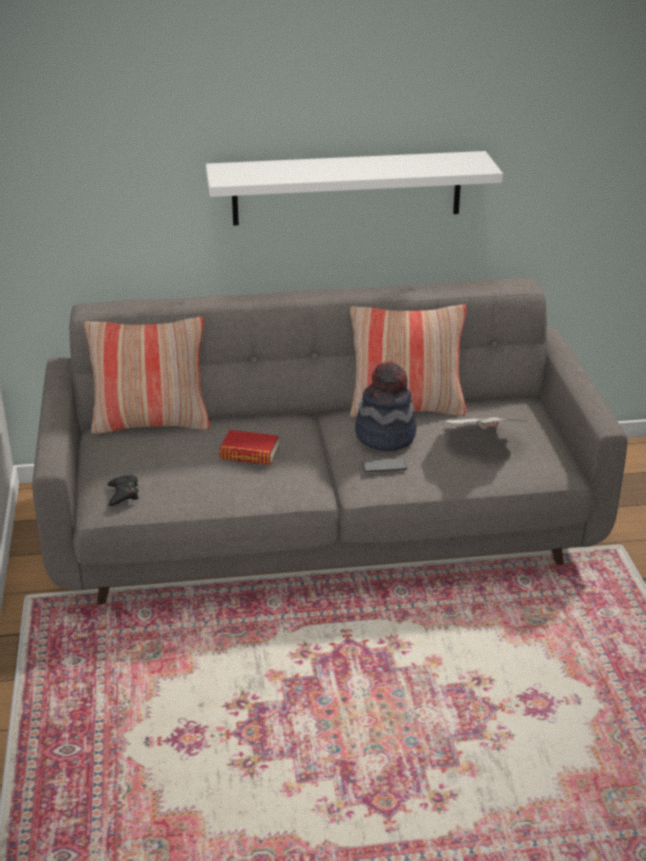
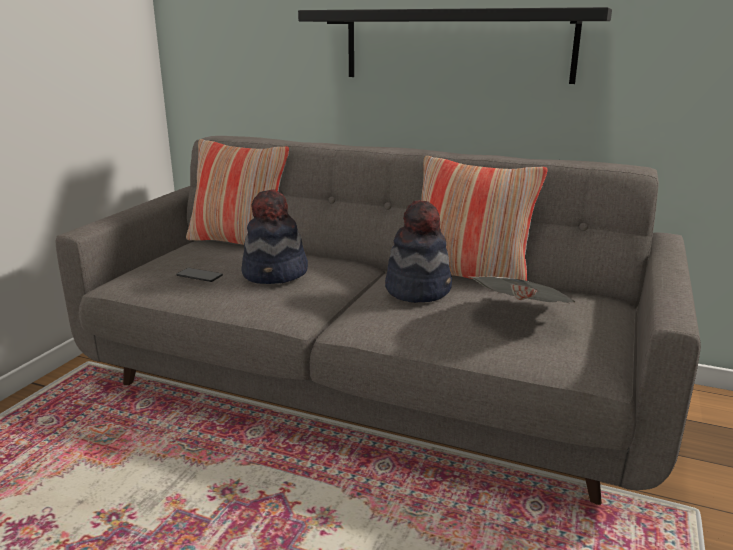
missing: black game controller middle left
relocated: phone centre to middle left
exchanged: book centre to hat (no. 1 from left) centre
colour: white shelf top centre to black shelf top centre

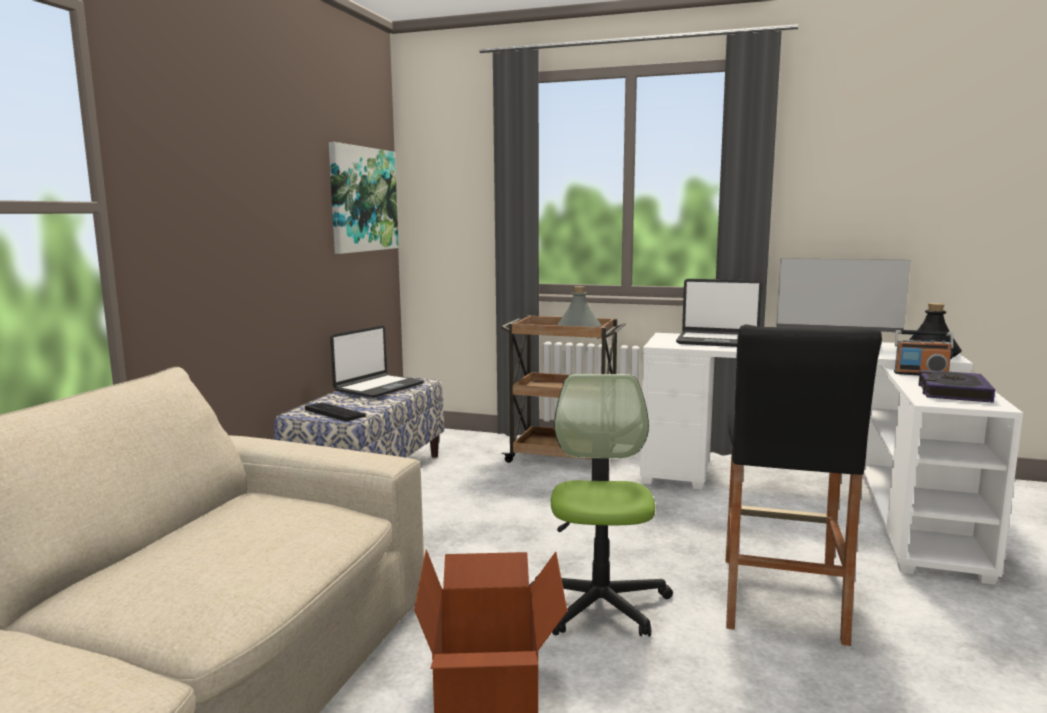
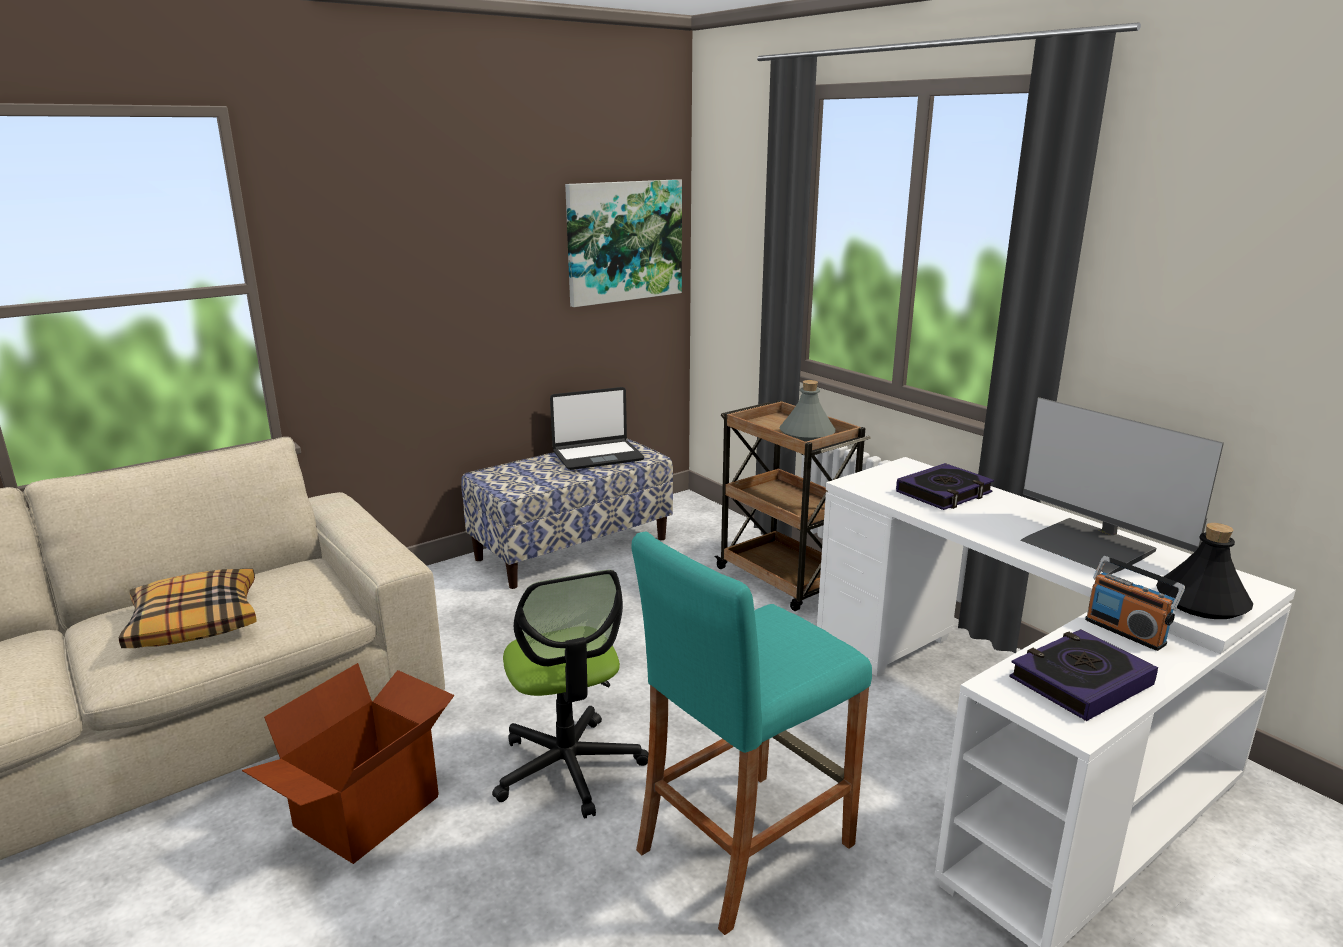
missing: keyboard middle left
appeared: pillow middle left
exchanged: laptop (no. 2 from left) middle right to book (no. 1 from left) middle right
colour: black stool bottom right to turquoise stool bottom centre
spun: office chair bottom centre = bottom centre 120 degrees clockwise

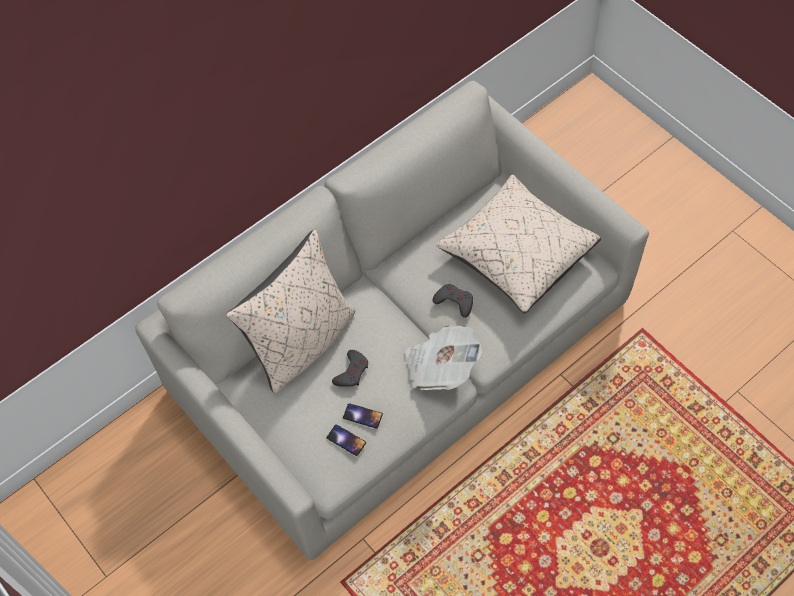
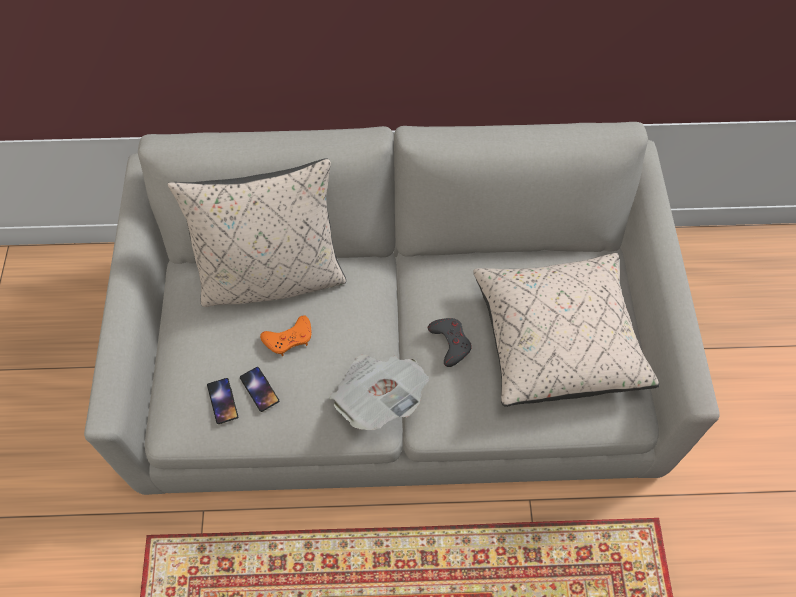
colour: grey game controller (no. 1 from left) centre to orange game controller centre

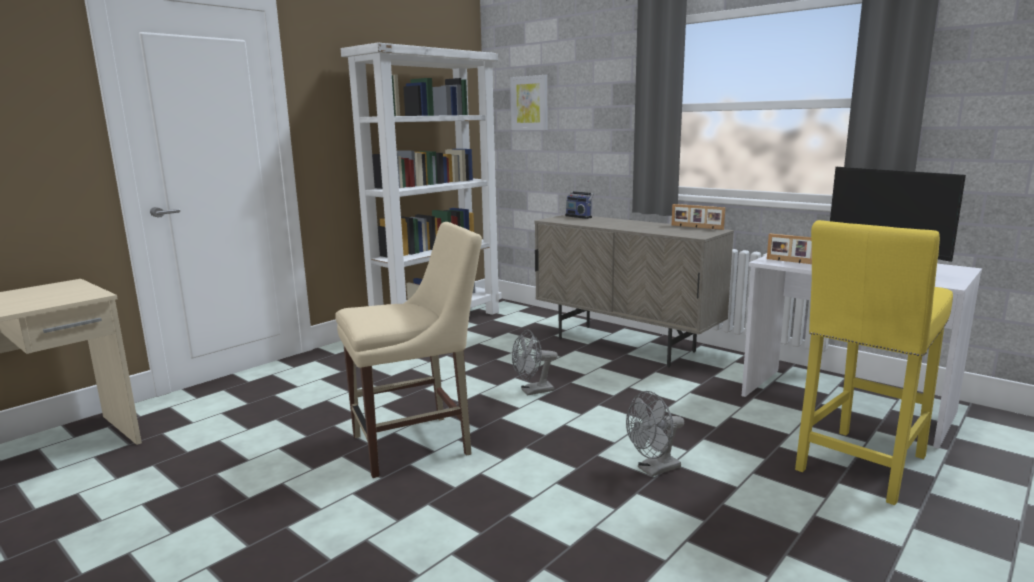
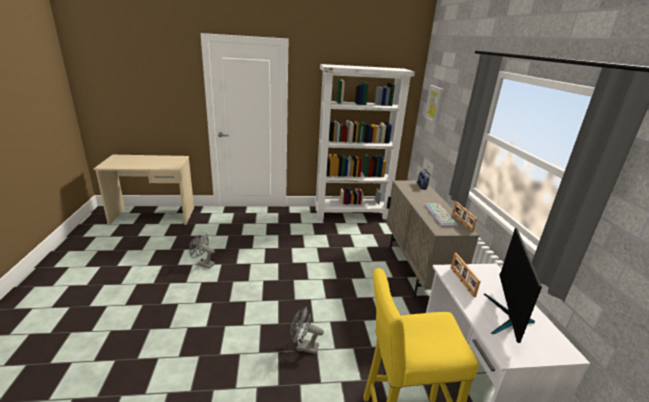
missing: beige chair centre
appeared: keyboard middle right
relocated: grey fan (no. 1 from left) centre to middle left

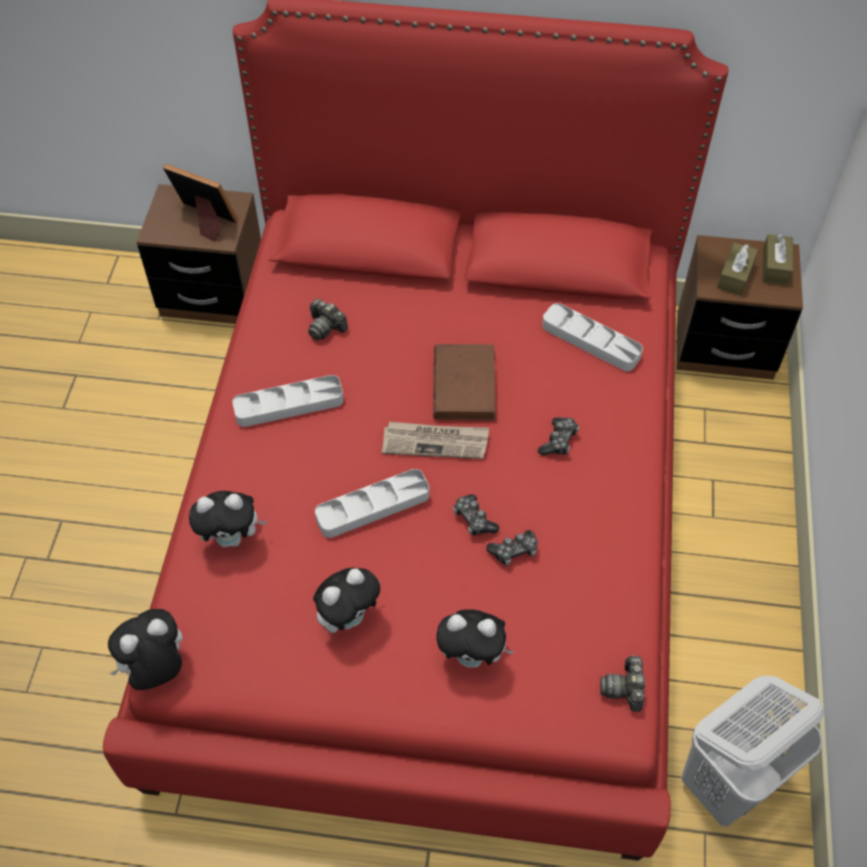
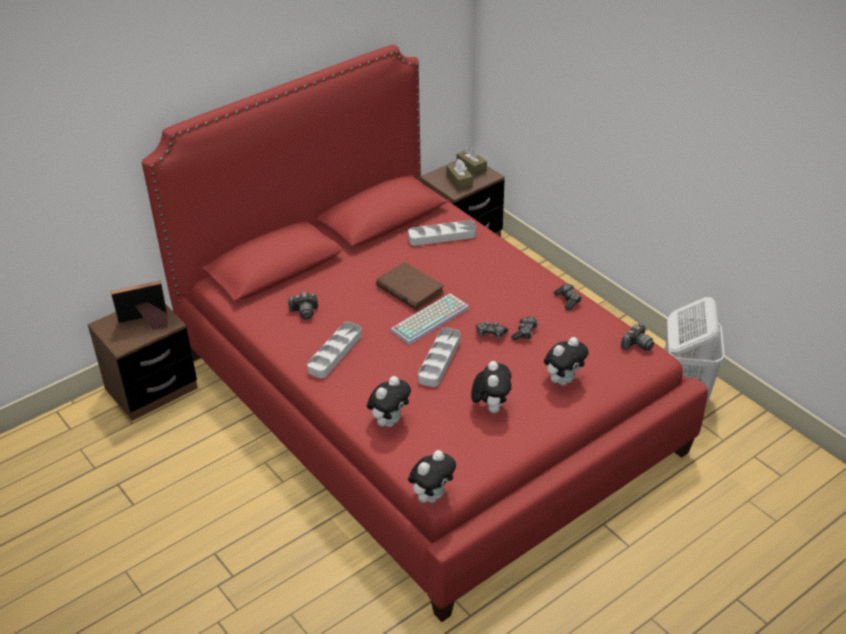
relocated: game controller (no. 3 from left) centre to middle right
exchanged: newspaper centre to keyboard centre
spun: plush toy (no. 1 from left in the first image) bottom left = bottom centre 150 degrees counterclockwise; photo camera (no. 2 from left) bottom right = middle right 90 degrees counterclockwise

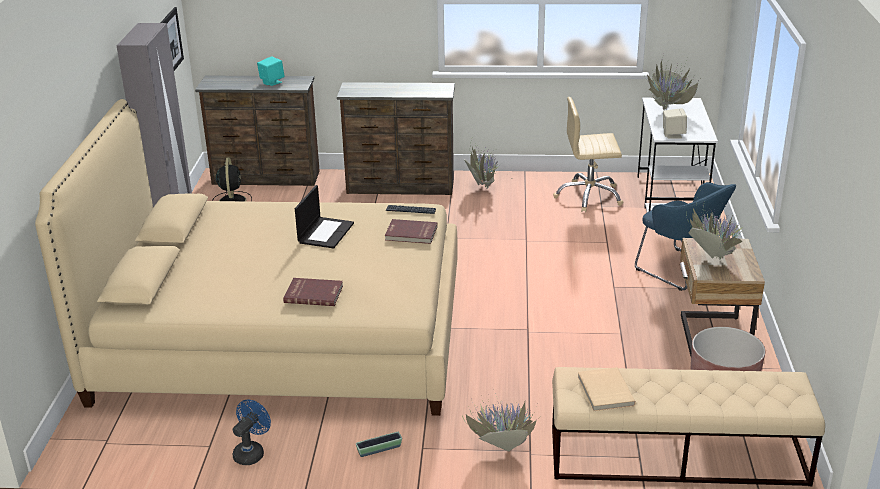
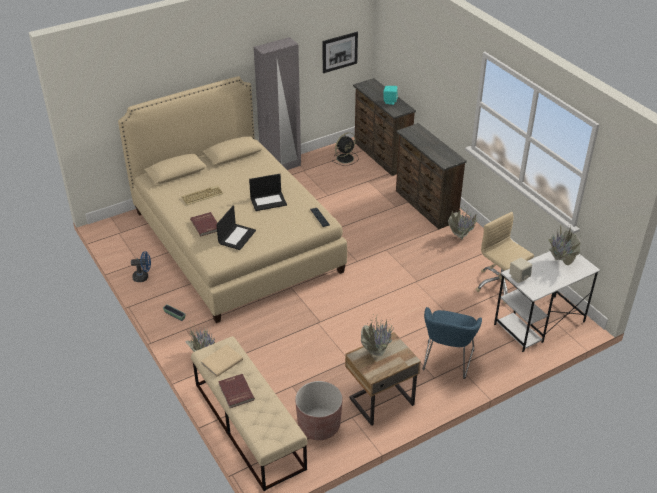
appeared: keyboard (no. 1 from left) middle left; laptop (no. 1 from left) centre
relocated: red book (no. 2 from left) centre to bottom centre

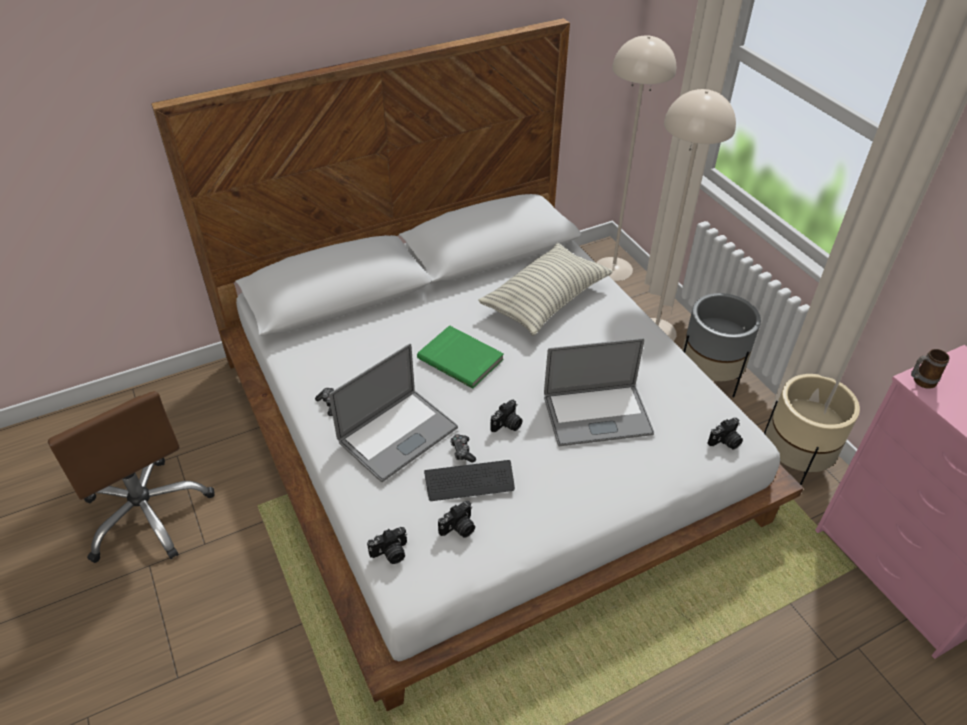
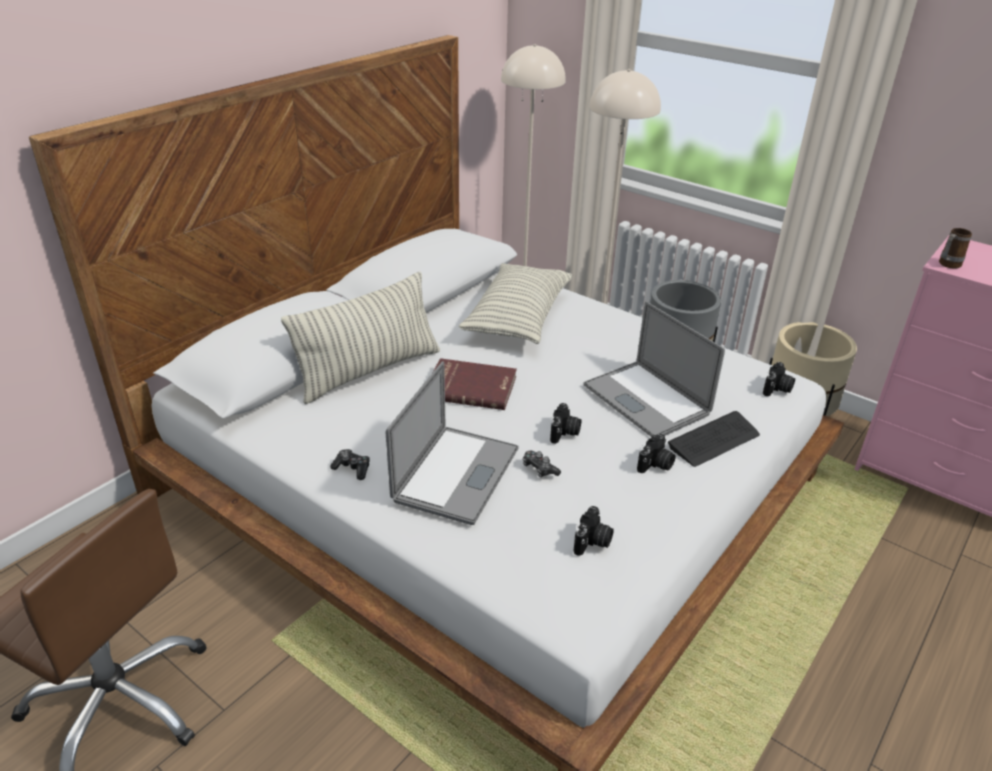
appeared: pillow (no. 1 from left) centre
relocated: photo camera (no. 1 from left in the first image) bottom centre to photo camera (no. 3 from left) centre; keyboard centre to middle right
colour: green book centre to red book centre
spun: laptop (no. 2 from left) centre = centre 90 degrees clockwise

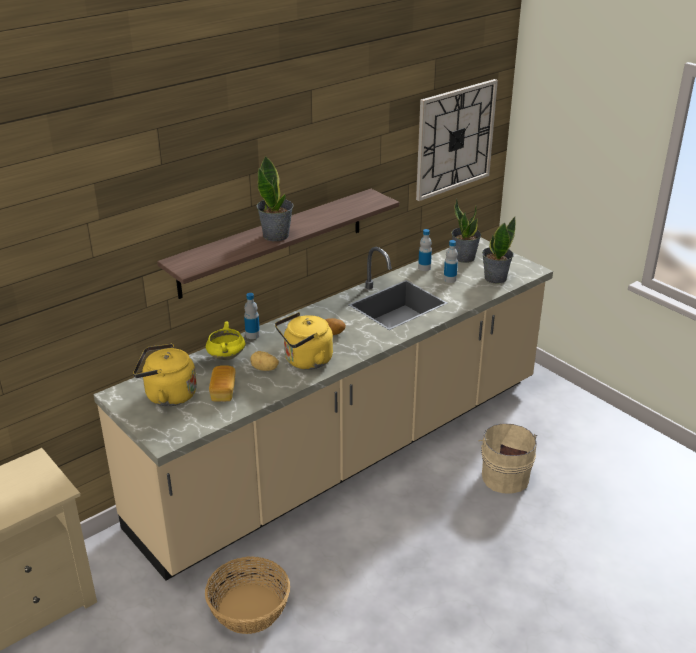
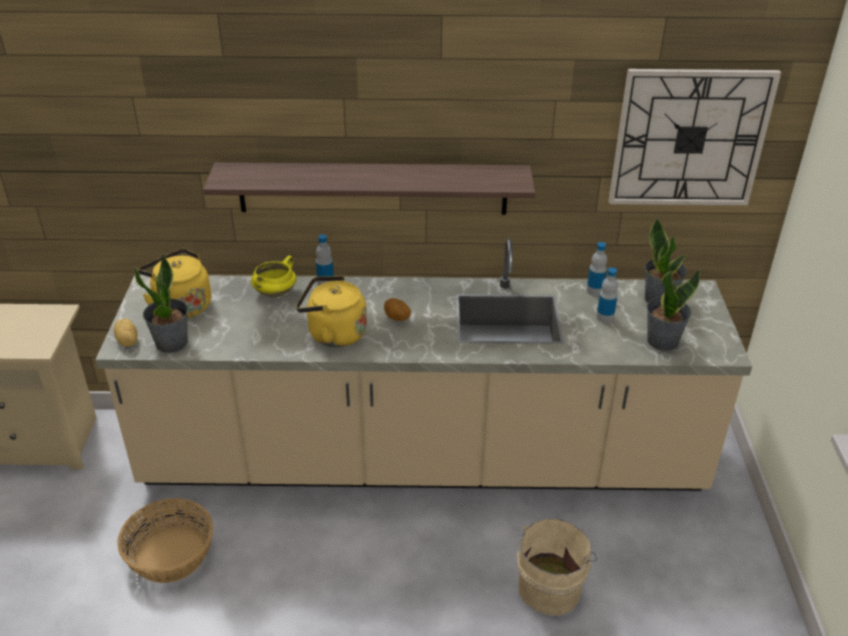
missing: bread middle left
relocated: potato (no. 1 from left) centre to middle left; potted plant (no. 1 from left) top centre to middle left

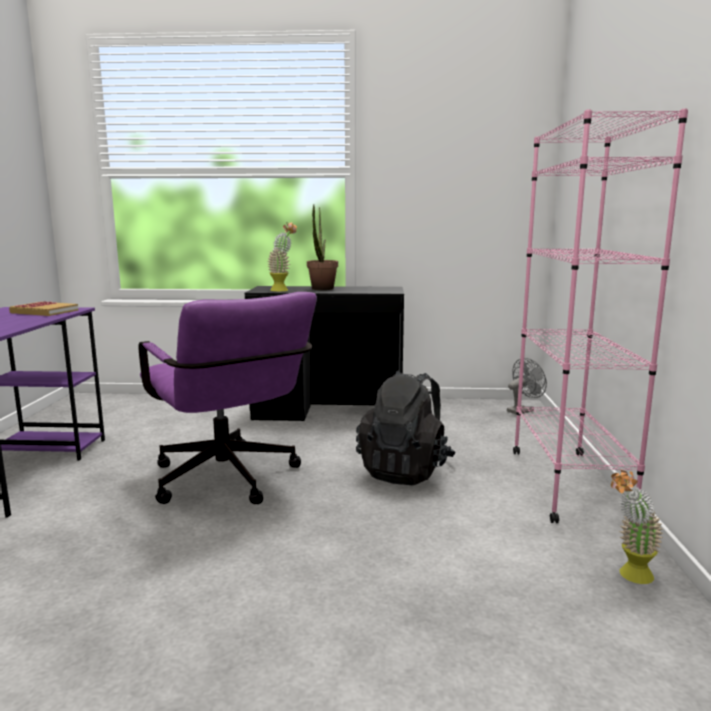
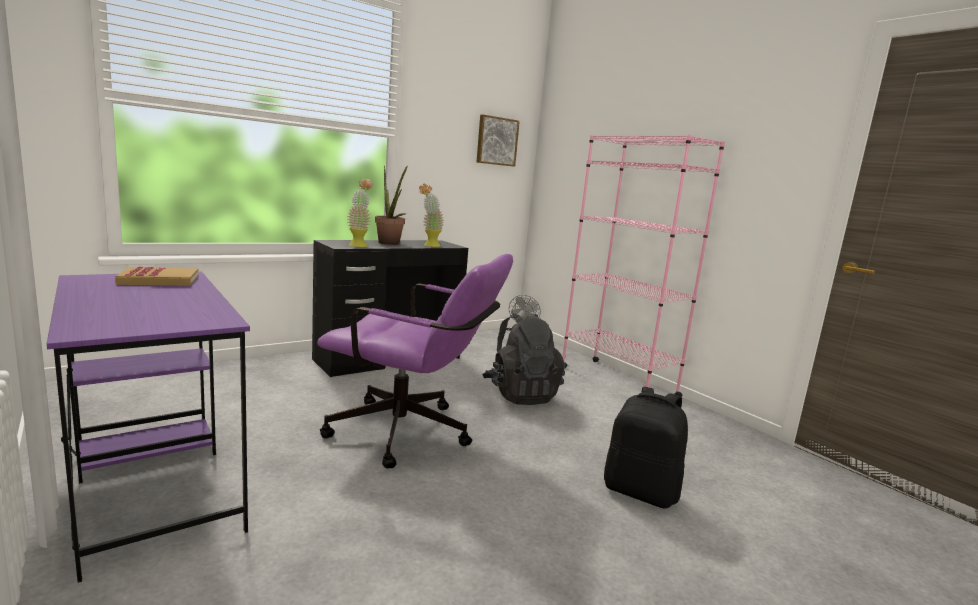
appeared: picture top centre; black backpack (no. 2 from left) bottom centre
relocated: potted plant (no. 3 from left) bottom right to centre

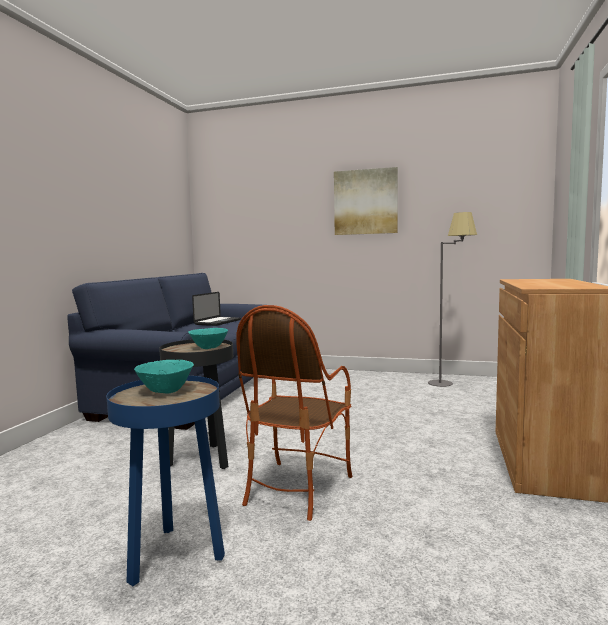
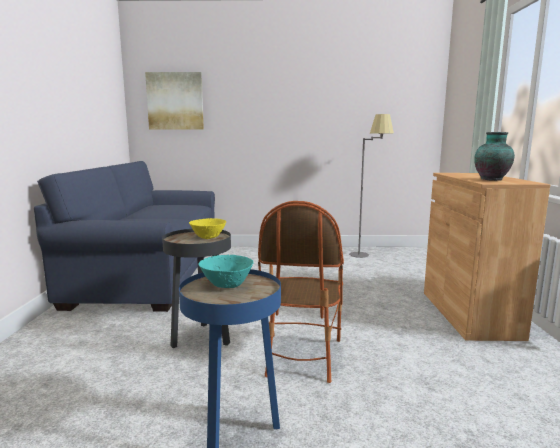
missing: laptop centre
appeared: vase middle right
relocated: picture top centre to top left
colour: turquoise bowl (no. 2 from left) centre to yellow bowl centre

